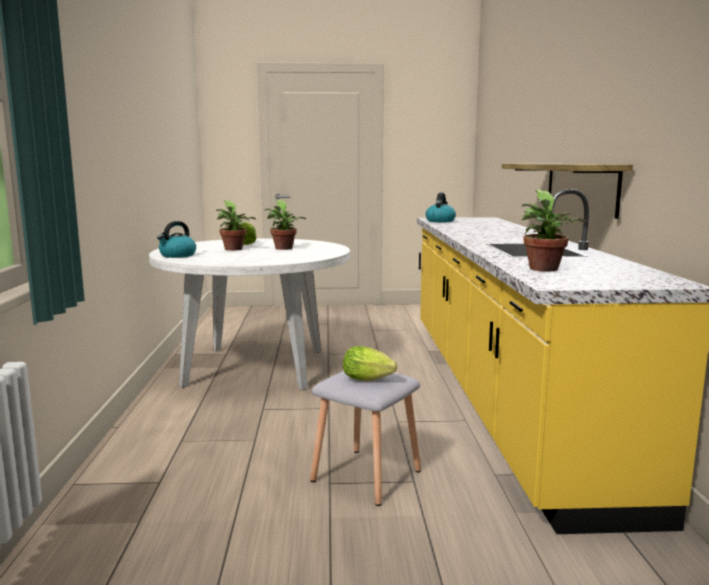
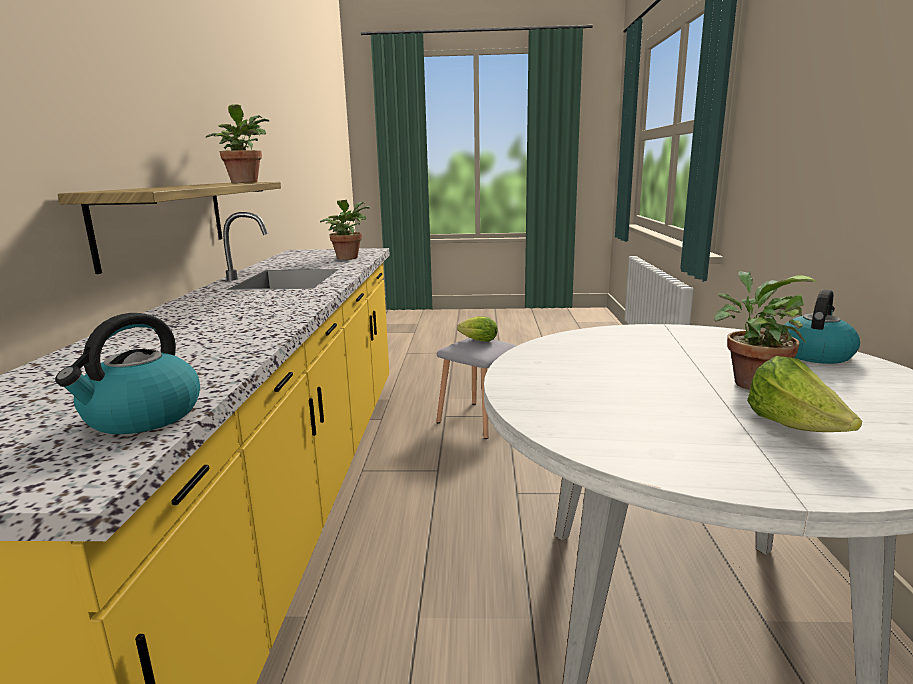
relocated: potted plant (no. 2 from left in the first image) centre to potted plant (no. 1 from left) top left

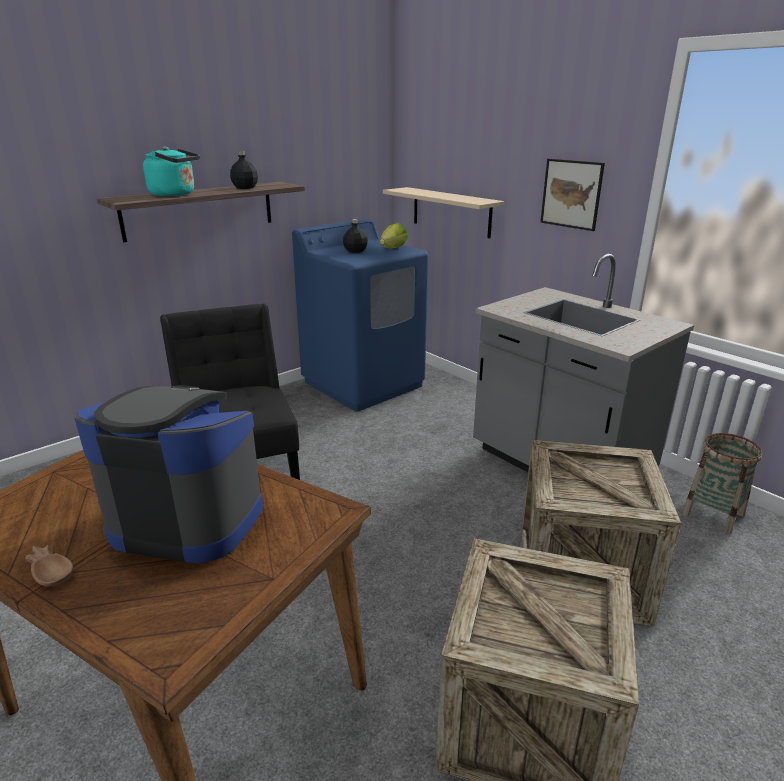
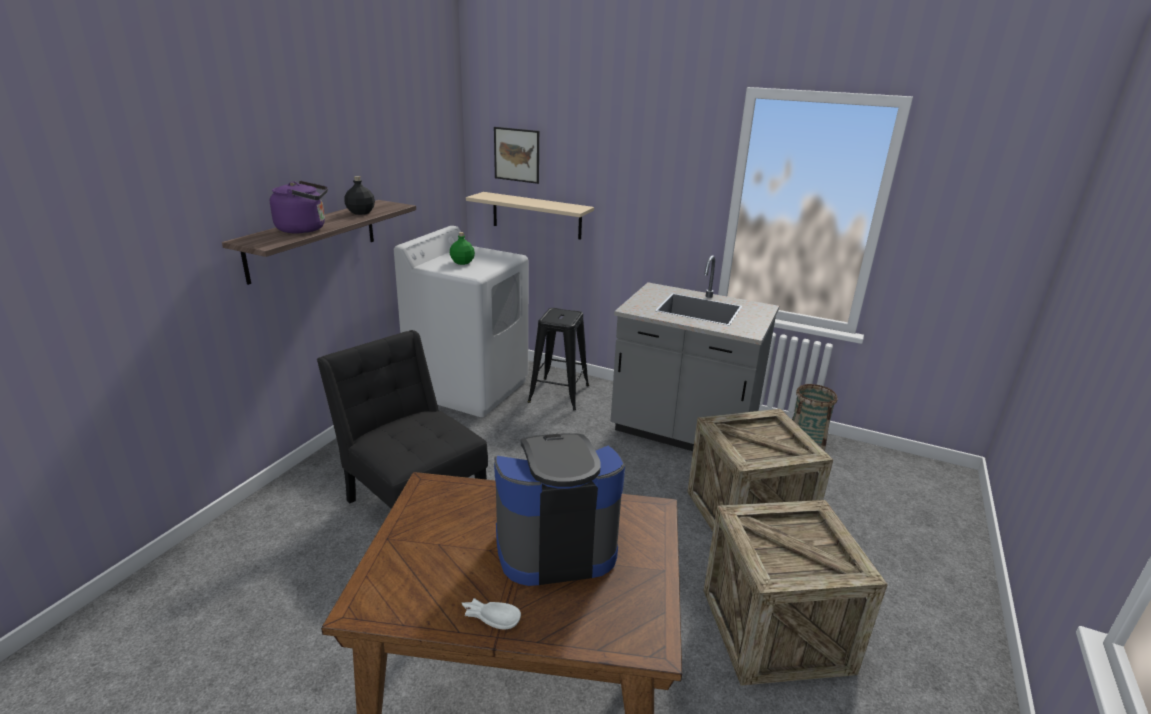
missing: lettuce top centre
appeared: black stool centre
relocated: picture top right to top centre
colour: brown bowl bottom left to white bowl bottom centre; turquoise kettle top left to purple kettle top left; blue washing machine centre to white washing machine centre; black bottle (no. 2 from left) top centre to green bottle centre

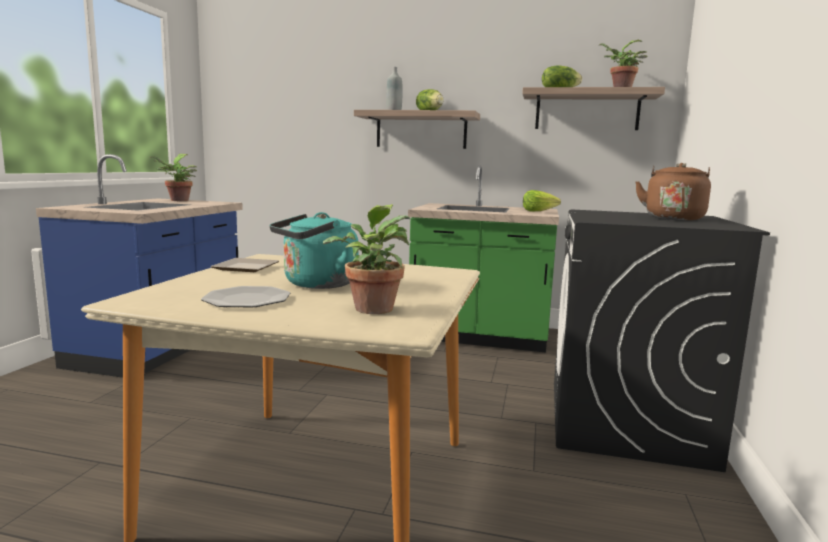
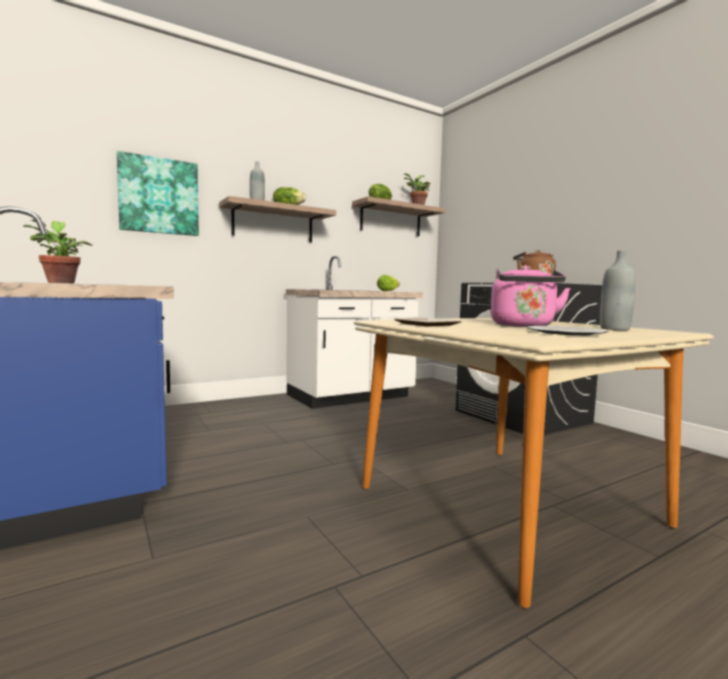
appeared: picture top left
exchanged: potted plant (no. 2 from left) centre to grey bottle (no. 2 from left) middle right
colour: turquoise kettle centre to pink kettle middle right; green counter centre to white counter centre

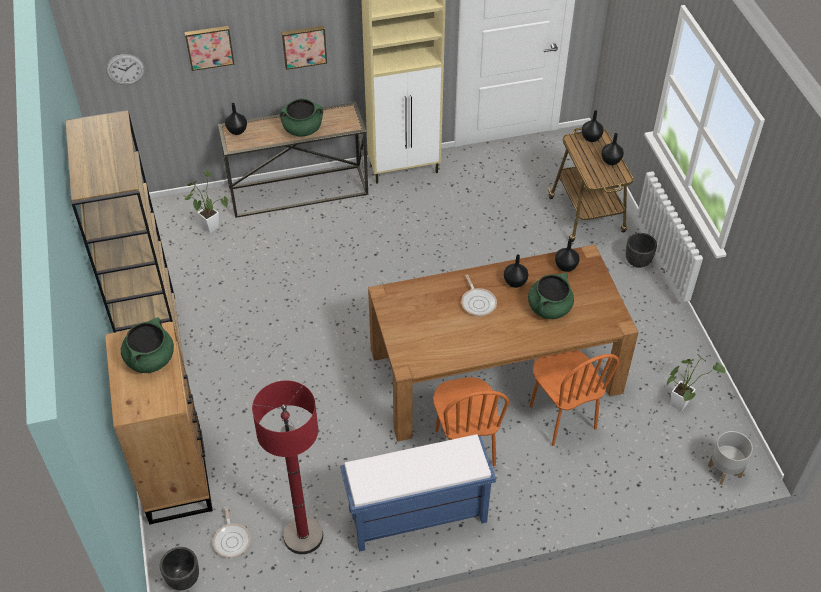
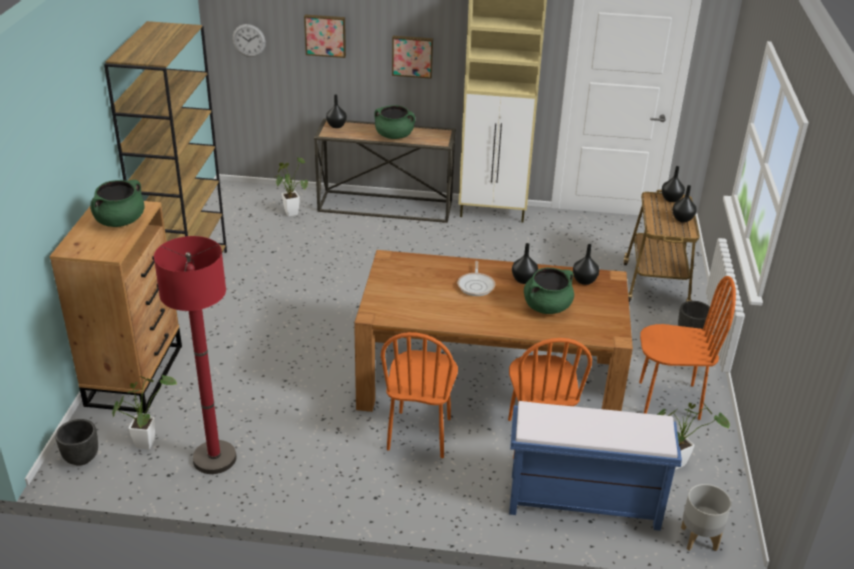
appeared: orange chair (no. 3 from left) middle right
relocated: blue bench bottom centre to bottom right
exchanged: frying pan (no. 1 from left) bottom left to potted plant (no. 1 from left) bottom left

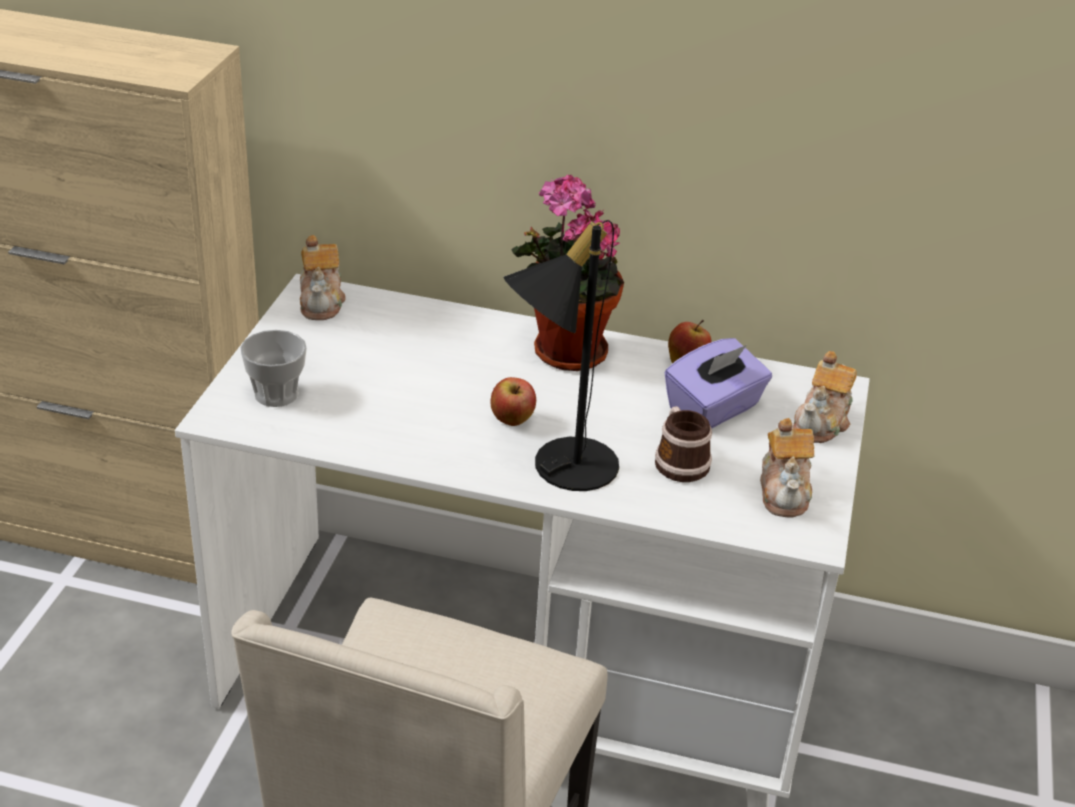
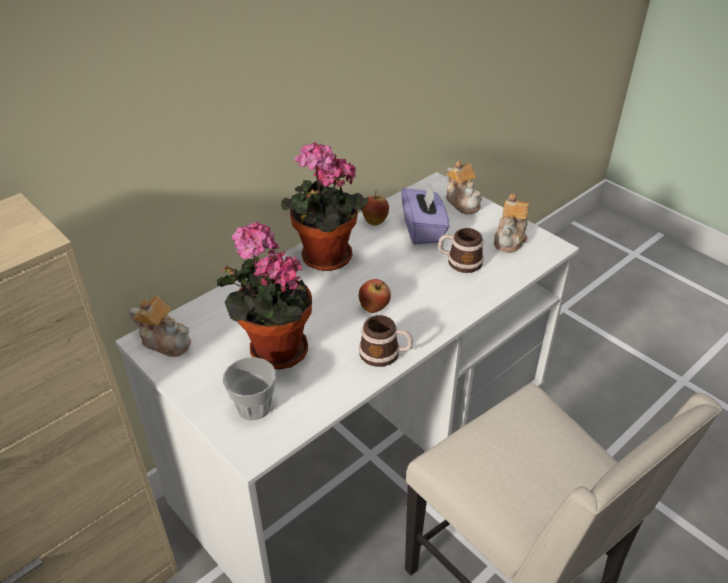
missing: black table lamp centre
appeared: potted plant (no. 1 from left) centre; mug (no. 1 from left) centre
spun: teapot (no. 2 from left in the first image) middle right = middle right 75 degrees clockwise

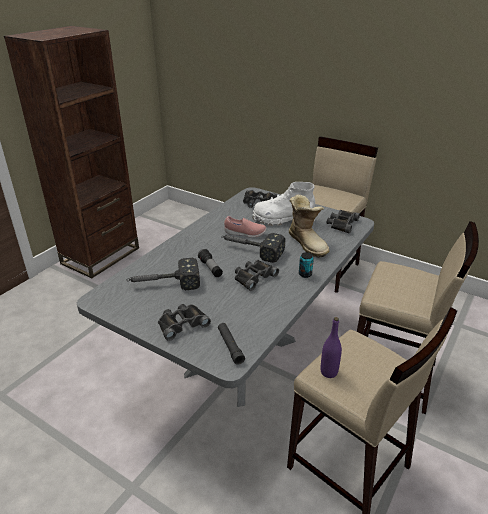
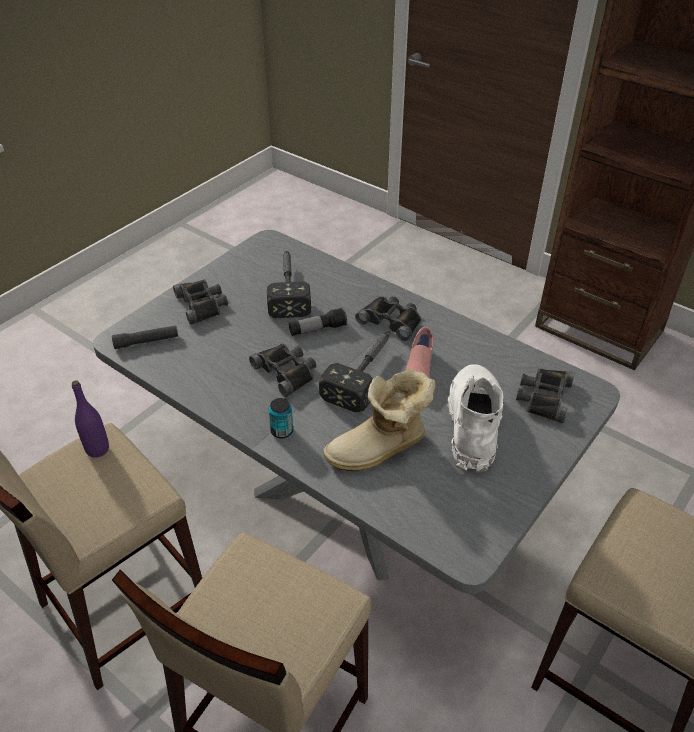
relocated: black binoculars (no. 4 from left in the first image) middle right to black binoculars (no. 3 from left) centre

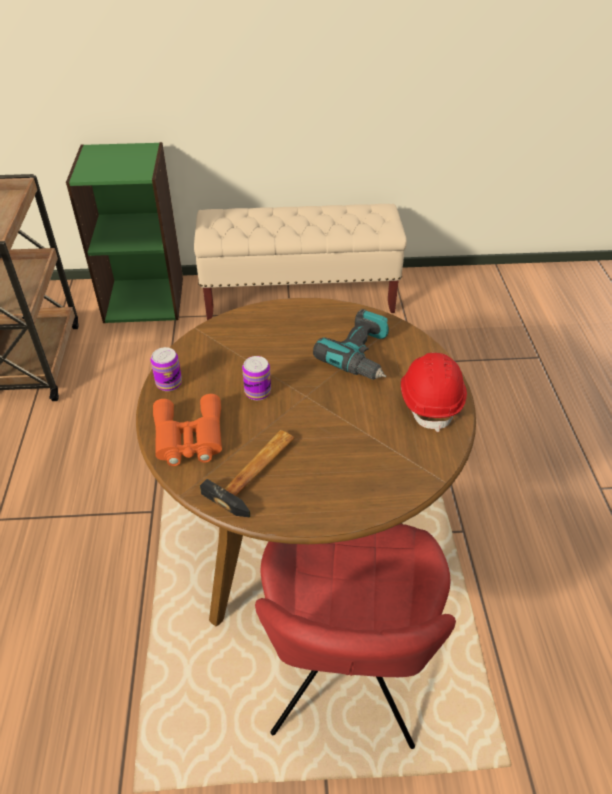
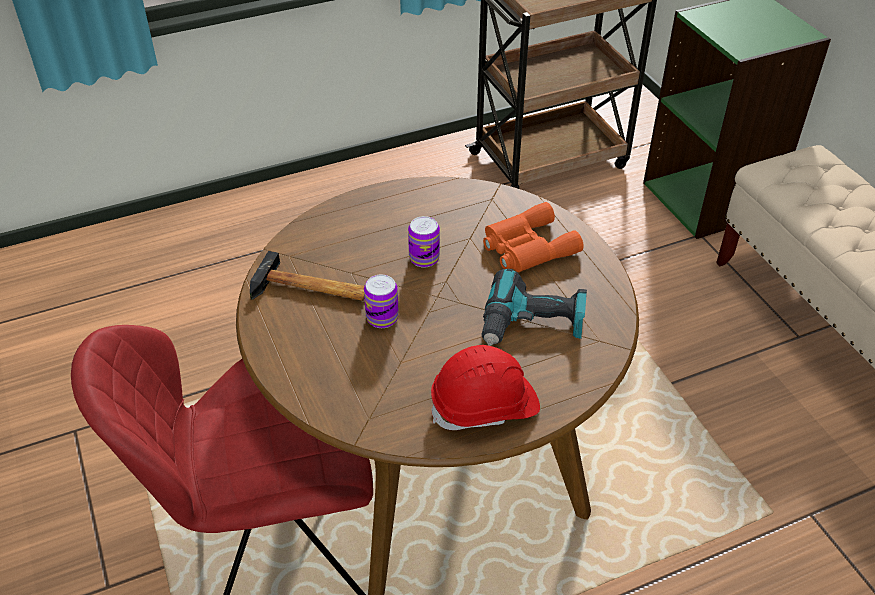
relocated: can (no. 1 from left) middle left to centre; orange binoculars middle left to centre

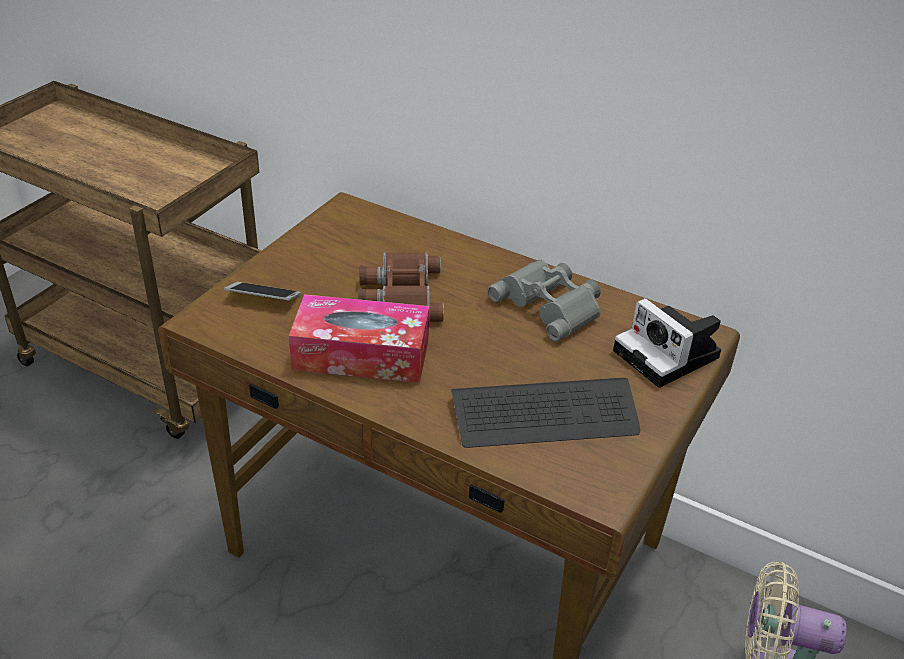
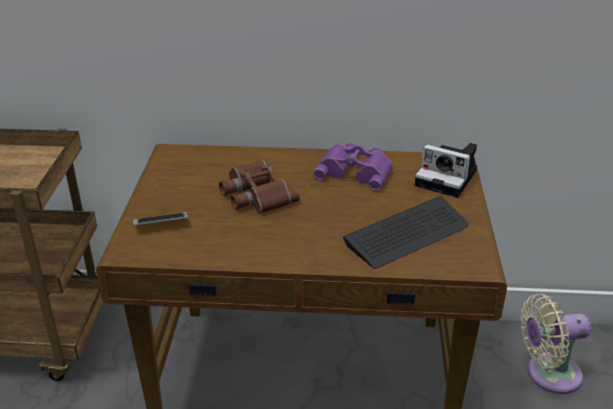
missing: tissue box centre
colour: grey binoculars centre to purple binoculars centre

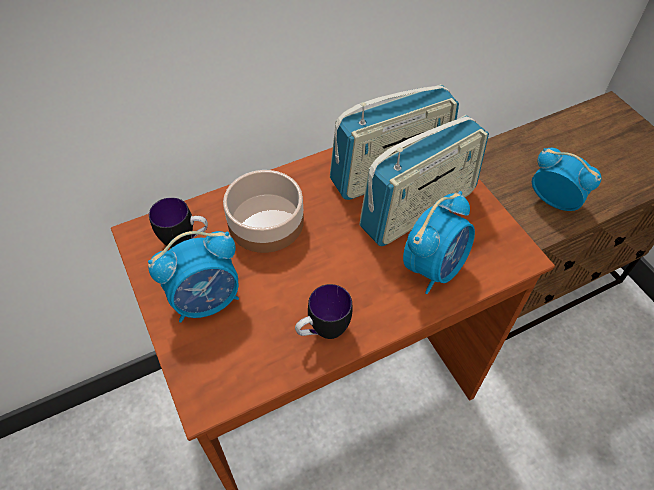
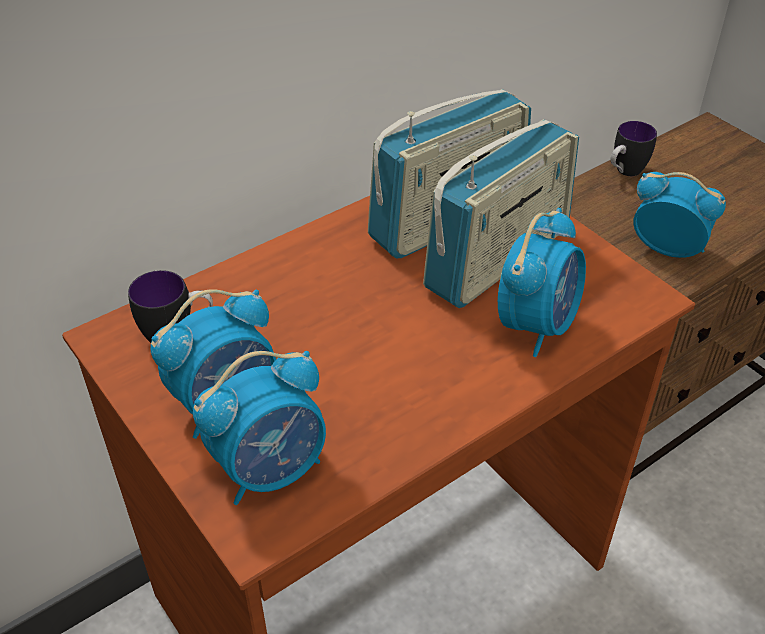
missing: bowl centre
appeared: alarm clock (no. 2 from left) bottom centre
relocated: mug (no. 2 from left) centre to top right

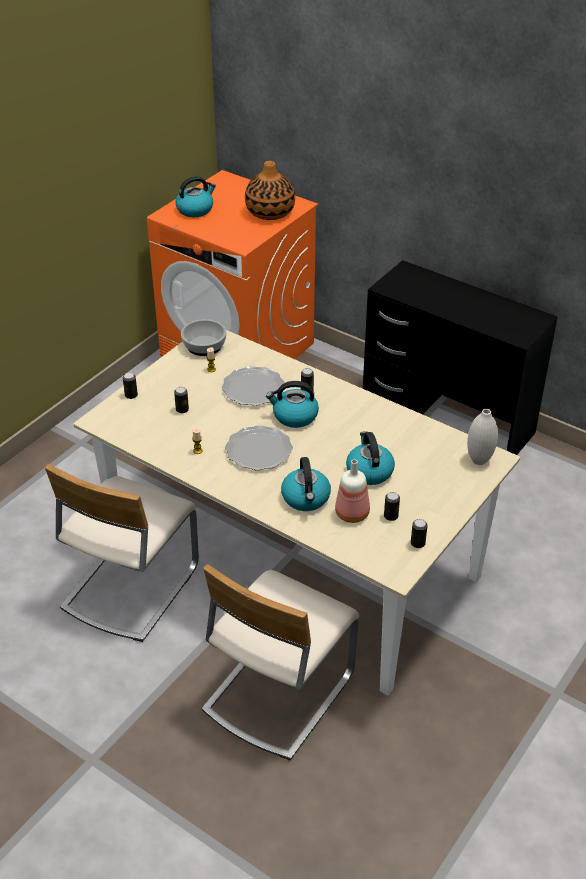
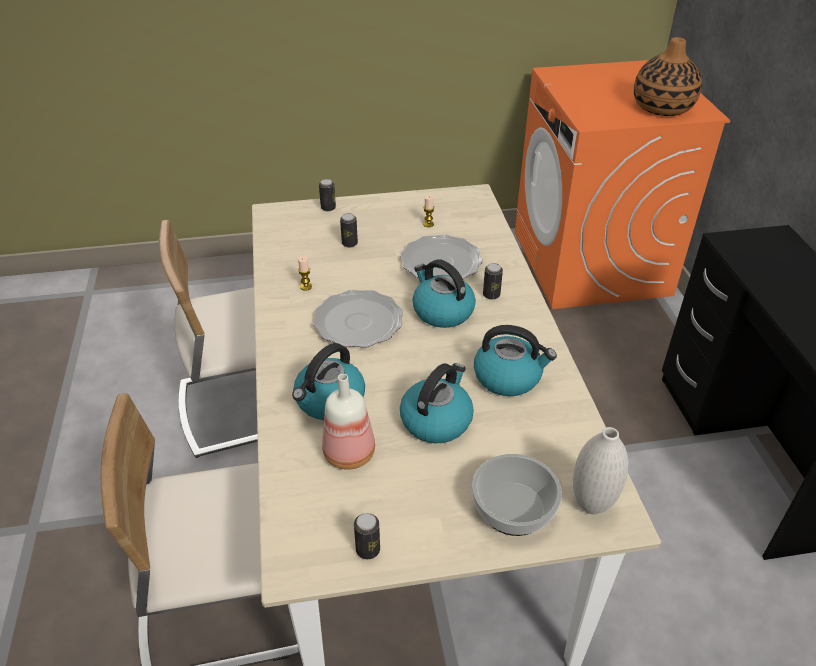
missing: can (no. 4 from left) middle right
relocated: kettle (no. 1 from left in the first image) top left to kettle (no. 4 from left) centre; bowl centre to bottom centre

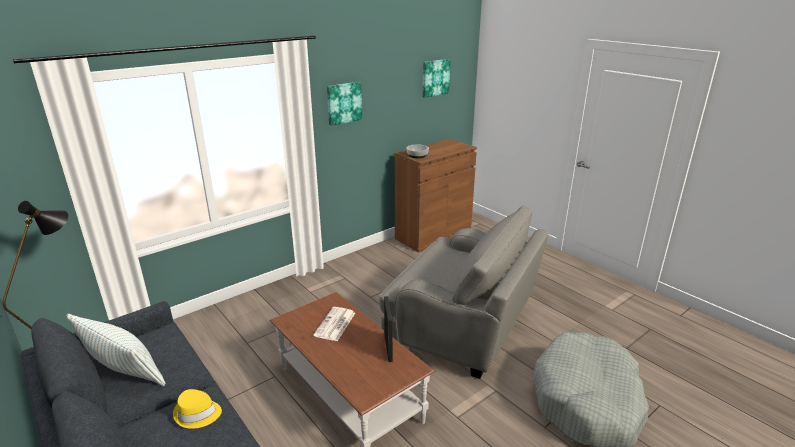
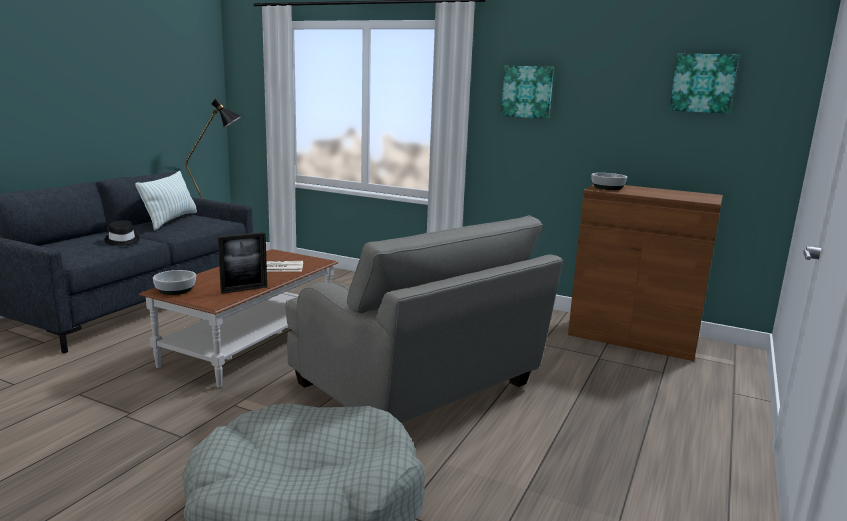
appeared: bowl (no. 1 from left) middle left
colour: yellow hat bottom left to black hat middle left
spun: grey armchair centre = centre 45 degrees counterclockwise

